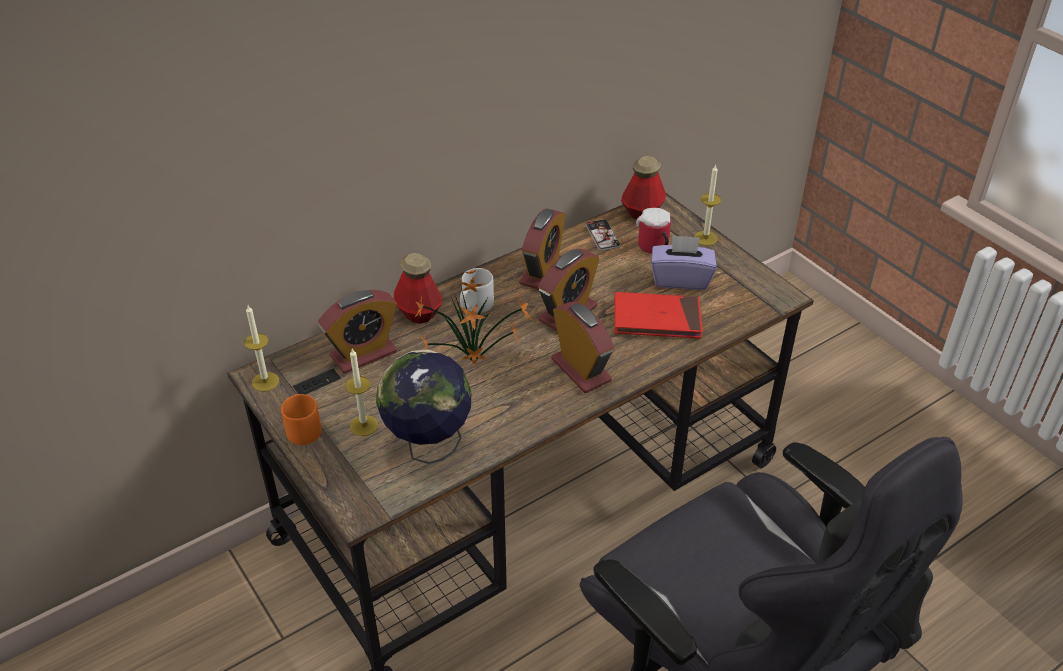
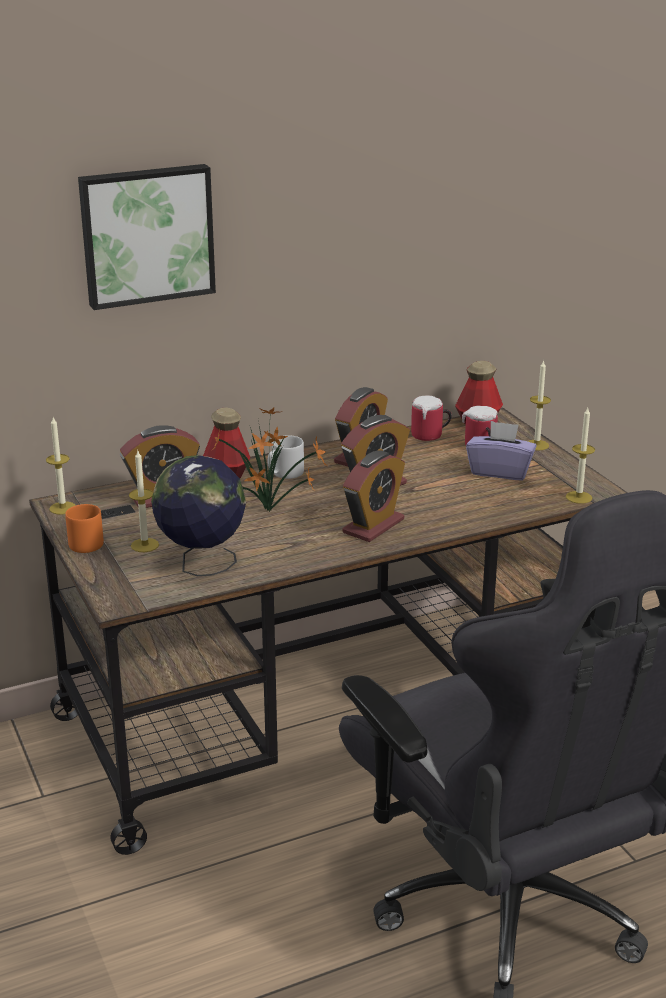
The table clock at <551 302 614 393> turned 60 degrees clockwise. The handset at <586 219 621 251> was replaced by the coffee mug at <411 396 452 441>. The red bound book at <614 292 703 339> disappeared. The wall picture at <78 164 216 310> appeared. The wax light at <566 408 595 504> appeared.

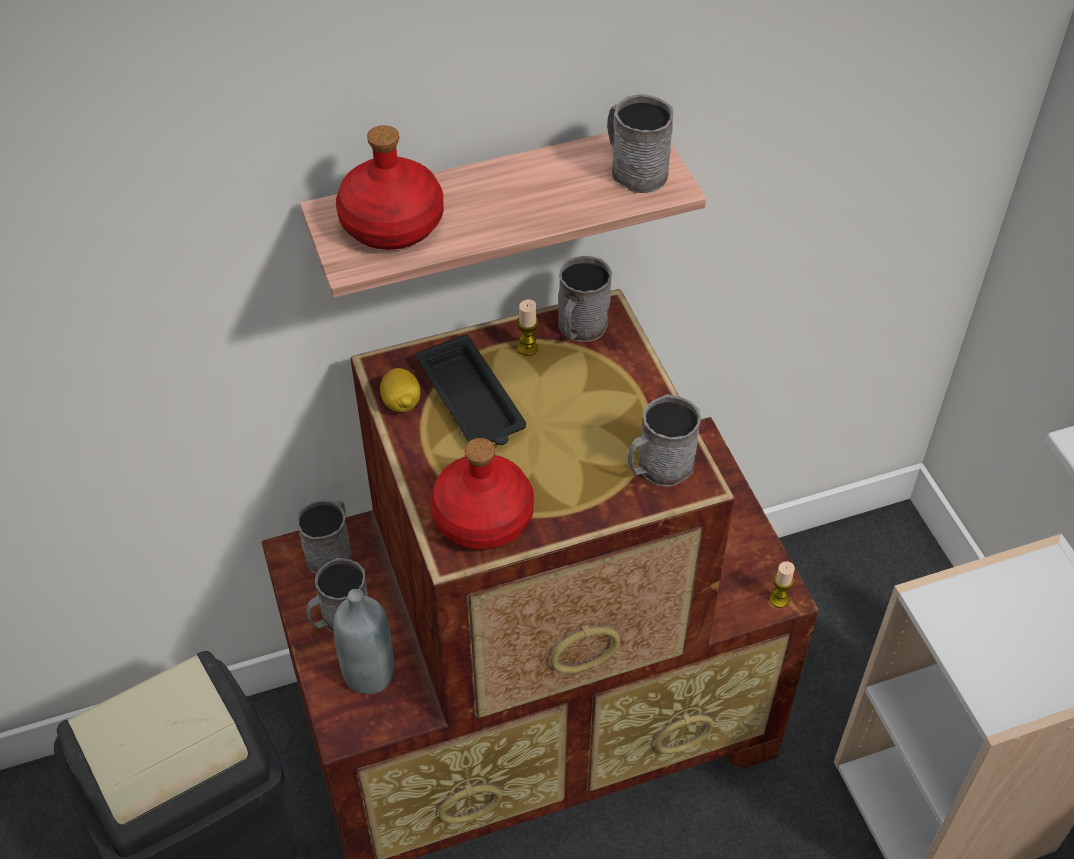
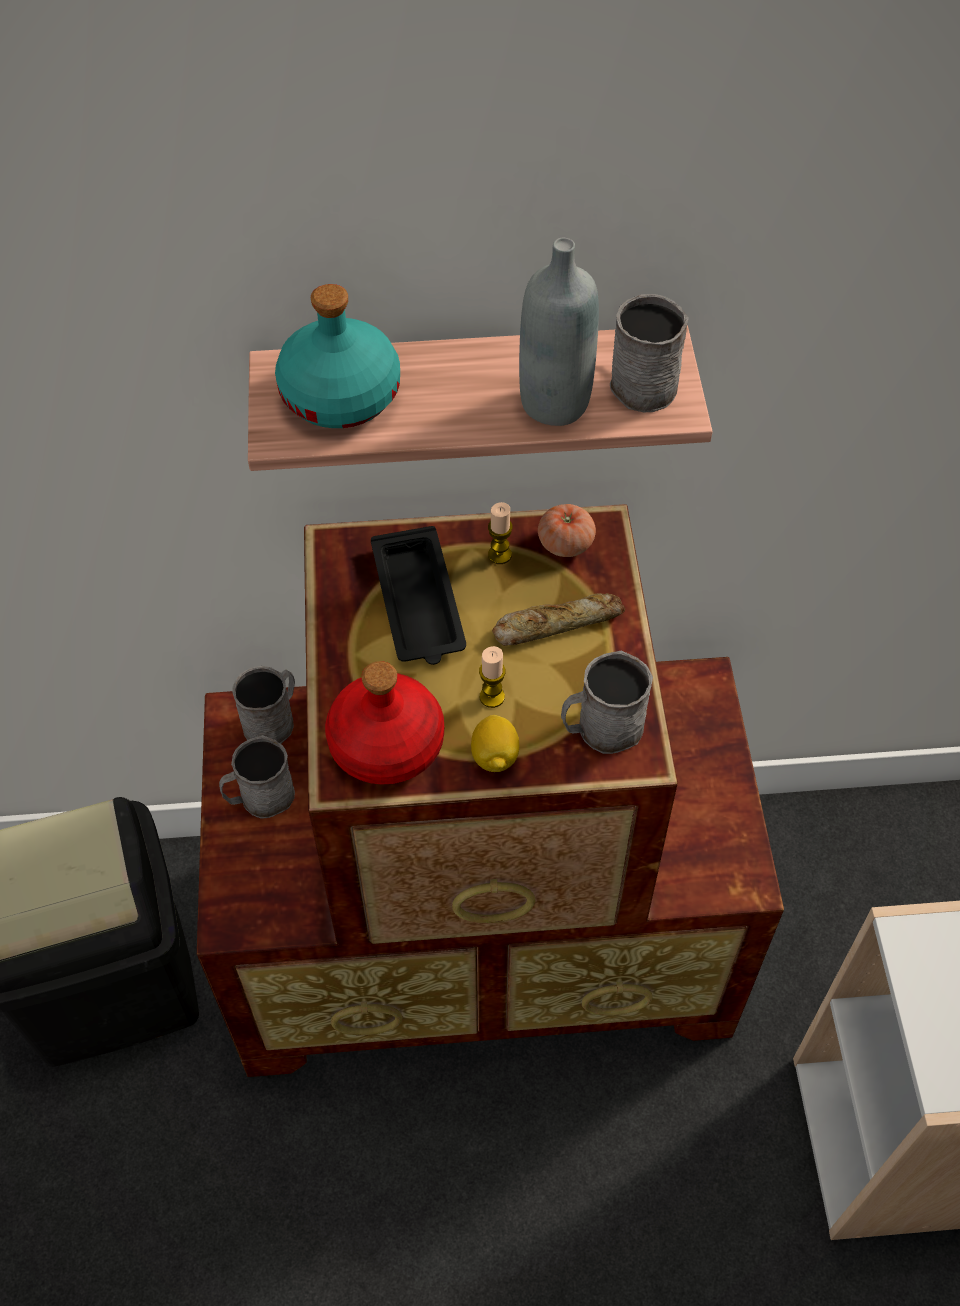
The grey drink bottle moved from <334 589 394 694> to <519 238 599 426>. The red drink bottle at <336 125 443 250> became the turquoise drink bottle at <275 284 400 428>. The lemon moved from <380 368 420 412> to <471 715 519 772>. The grey coffee mug at <558 256 612 342> was replaced by the tomato at <538 504 596 557>. The wax light moved from <770 561 795 608> to <479 646 506 708>. The bakery bread at <492 593 625 646> appeared.

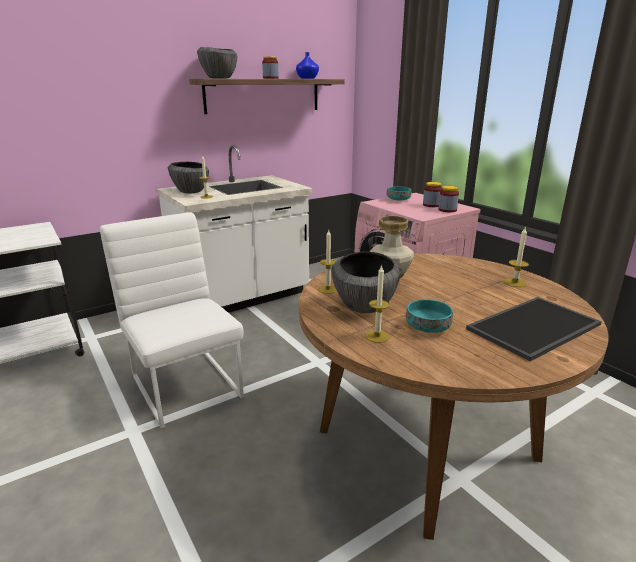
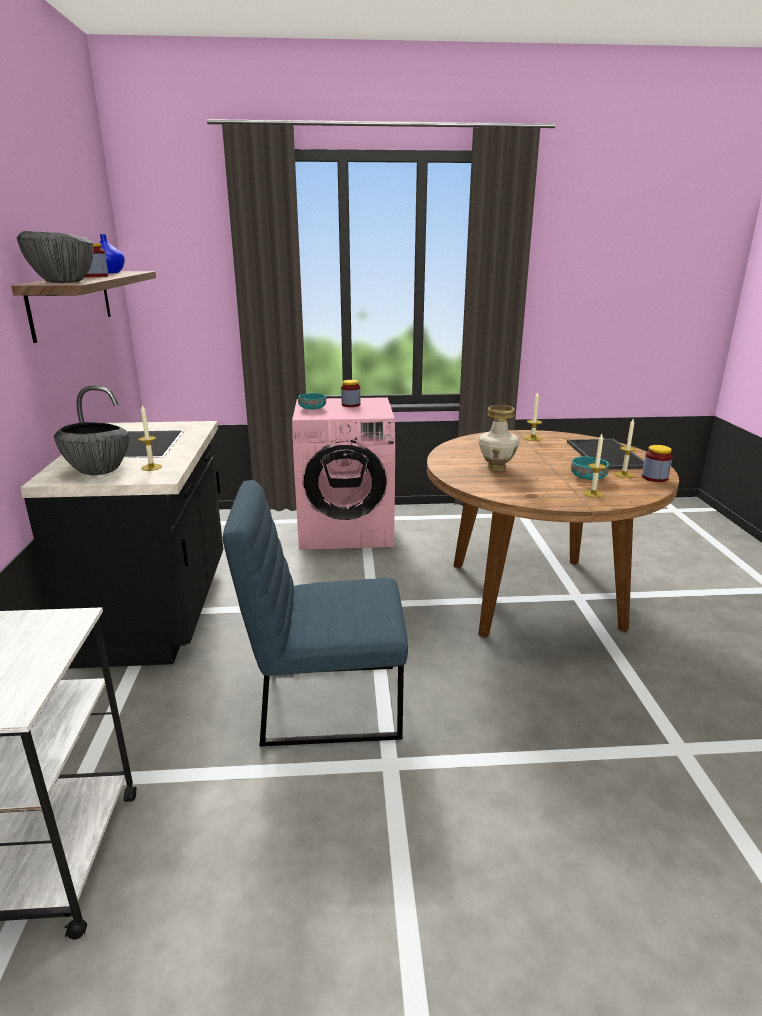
The white upright chair at <100 212 244 428> became the blue-coloured upright chair at <223 480 408 747>. The white counter at <157 145 312 313> became the black counter at <20 385 223 669>. The wax light moved from <318 230 337 294> to <615 419 636 478>. The bowl at <331 251 402 313> disappeared. The storage jar moved from <438 186 459 212> to <642 445 673 482>.

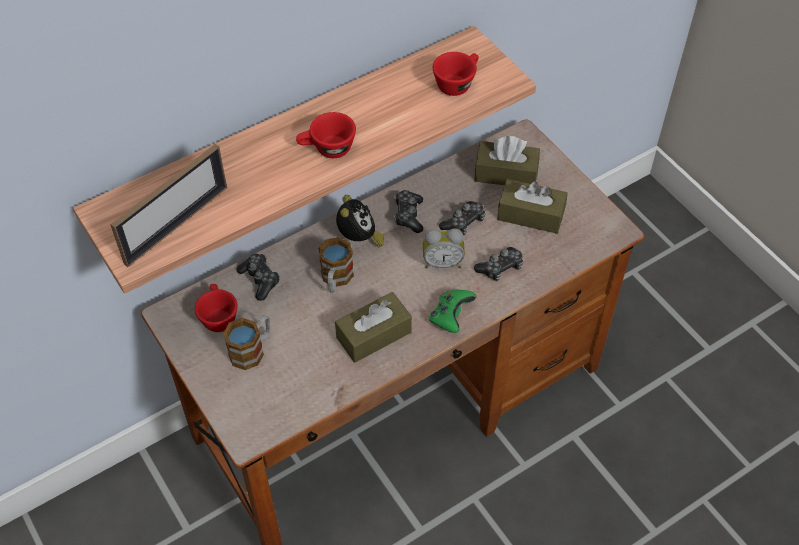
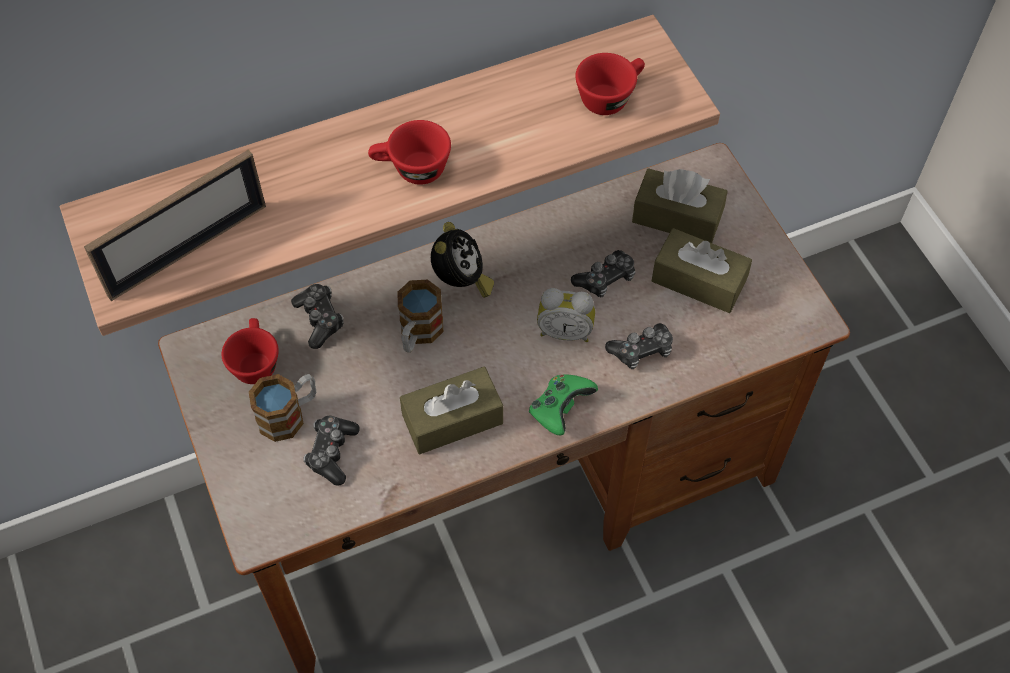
The joypad moved from <394 190 423 233> to <304 416 360 486>.

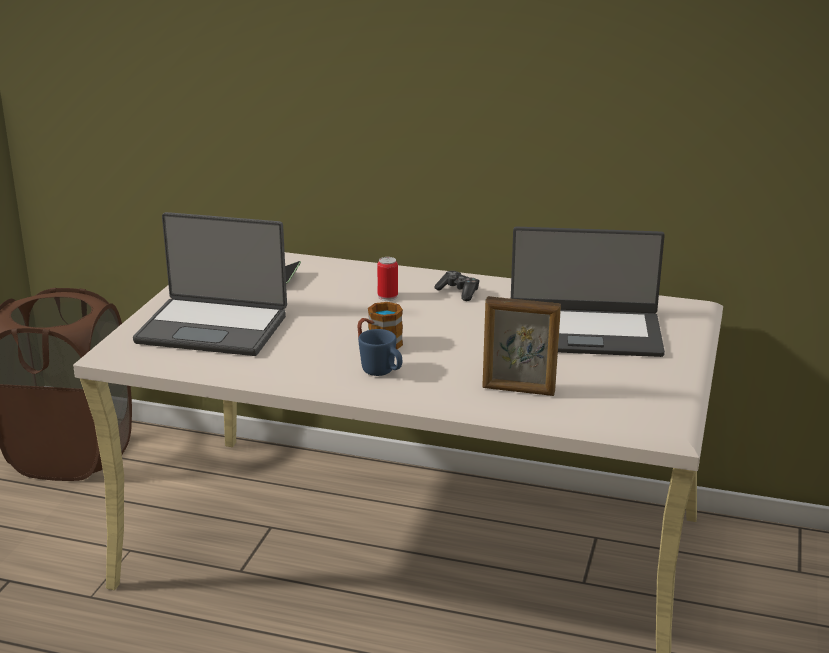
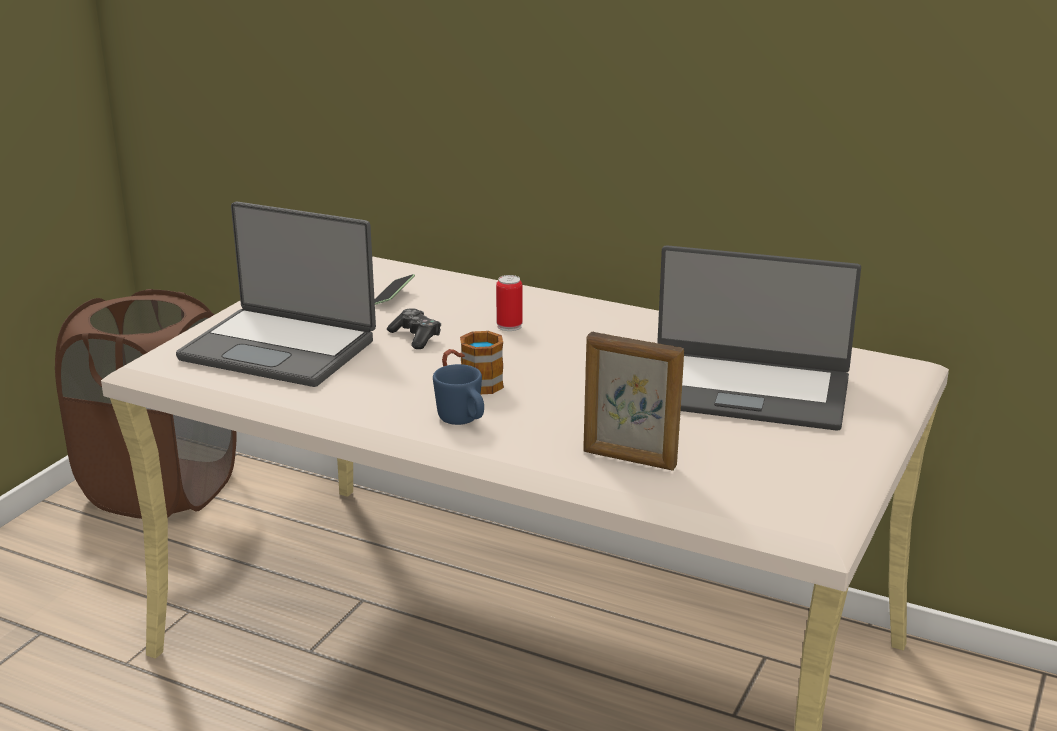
The joypad moved from <434 271 480 301> to <387 308 441 349>.

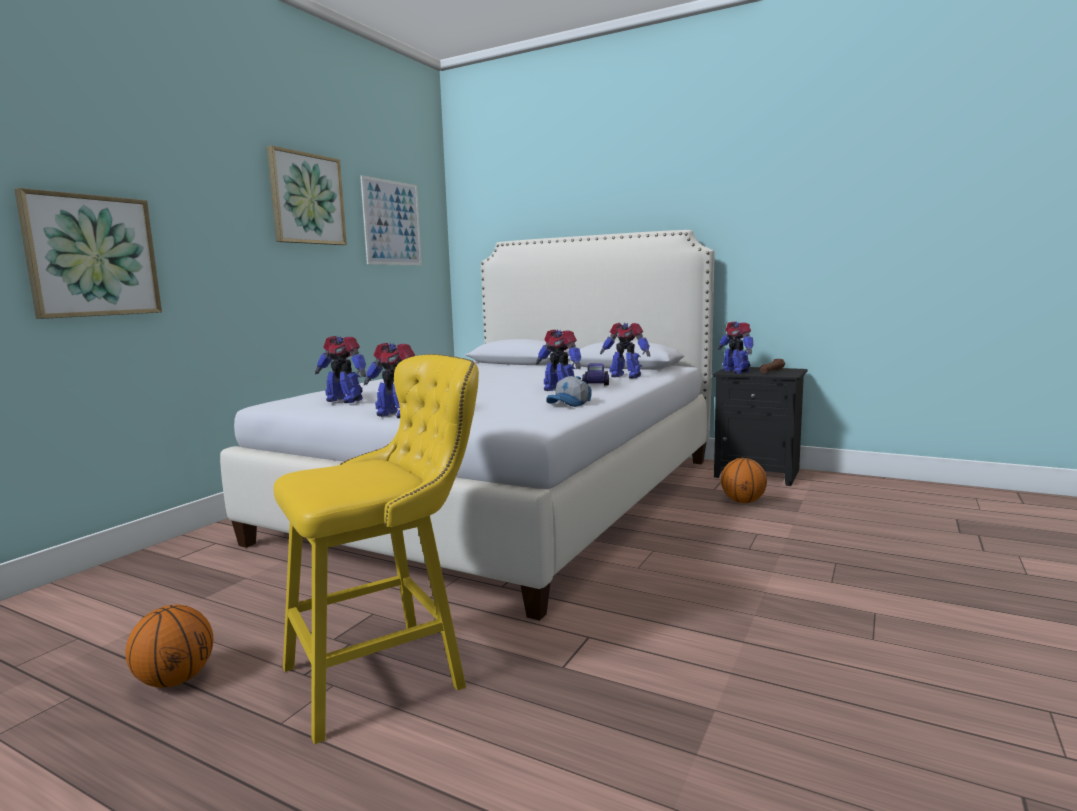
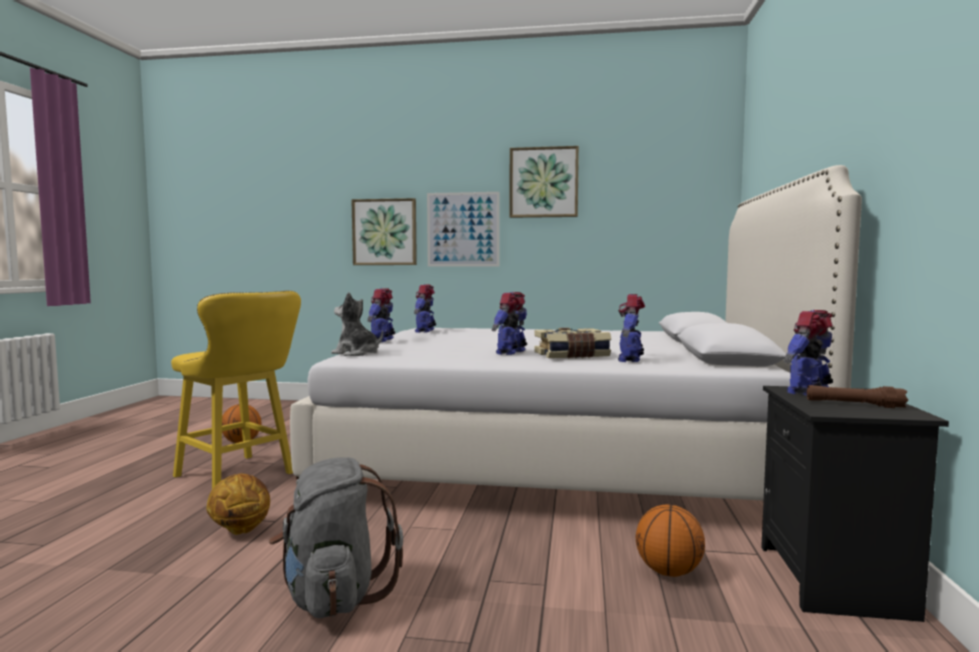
The wall picture moved from <360 175 422 265> to <427 192 500 266>. The baseball cap at <546 376 592 407> disappeared. The toy car at <582 363 609 385> was replaced by the bound book at <534 328 611 359>. The basketball ball at <206 474 270 535> appeared. The grey rucksack at <269 457 403 618> appeared. The cuddly toy at <331 292 383 356> appeared.

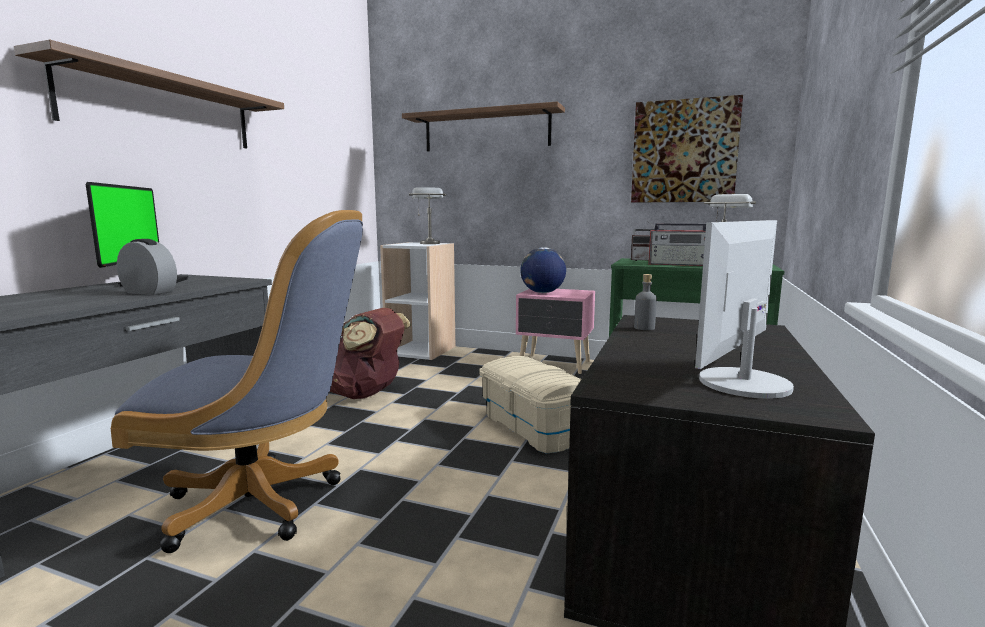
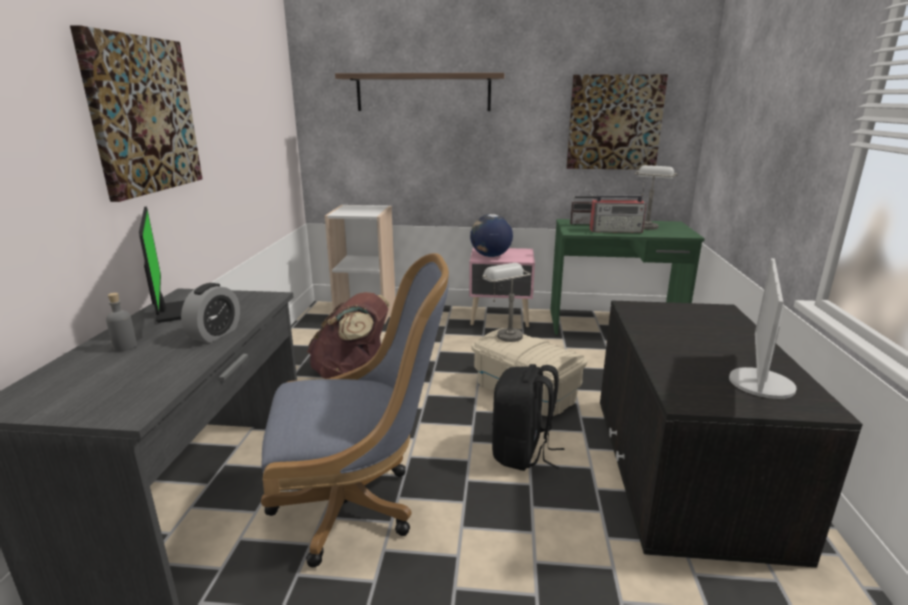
The bracket shelf at <14 40 284 148> was replaced by the wall picture at <70 25 203 202>. The table clock at <117 239 177 295> turned 105 degrees clockwise. The grey lamp for a table moved from <409 187 447 244> to <482 263 531 342>. The grey drink bottle moved from <634 274 657 330> to <106 293 137 351>. The black rucksack at <492 364 565 471> appeared.

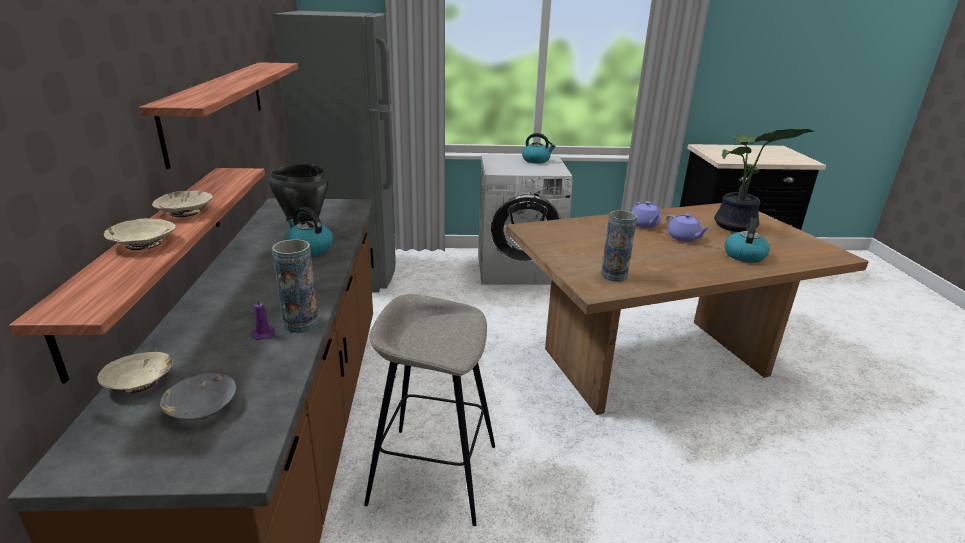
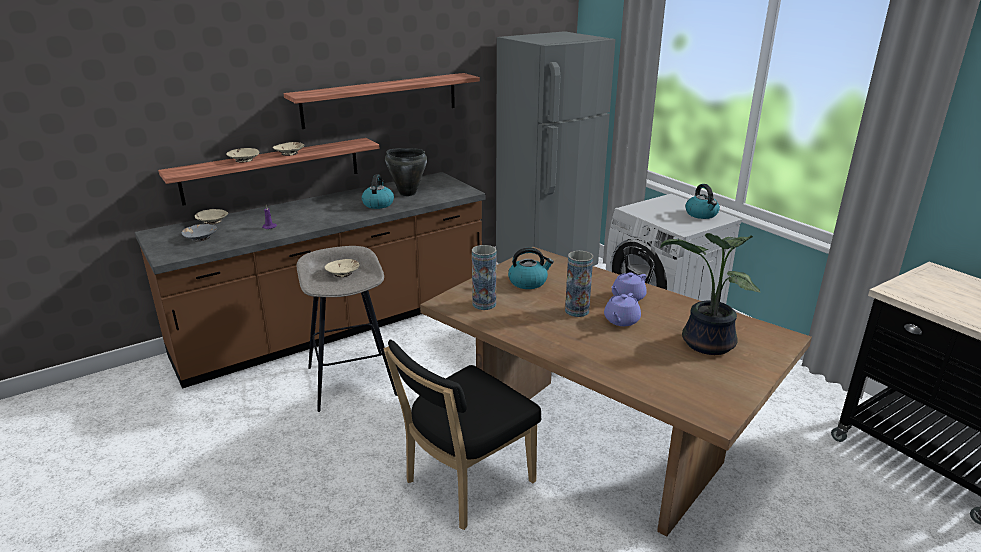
The decorative vase moved from <272 239 319 333> to <565 251 593 317>. The water kettle moved from <725 218 770 263> to <508 247 554 289>. The beige bowl at <325 259 359 277> appeared. The black upright chair at <383 340 542 530> appeared.

